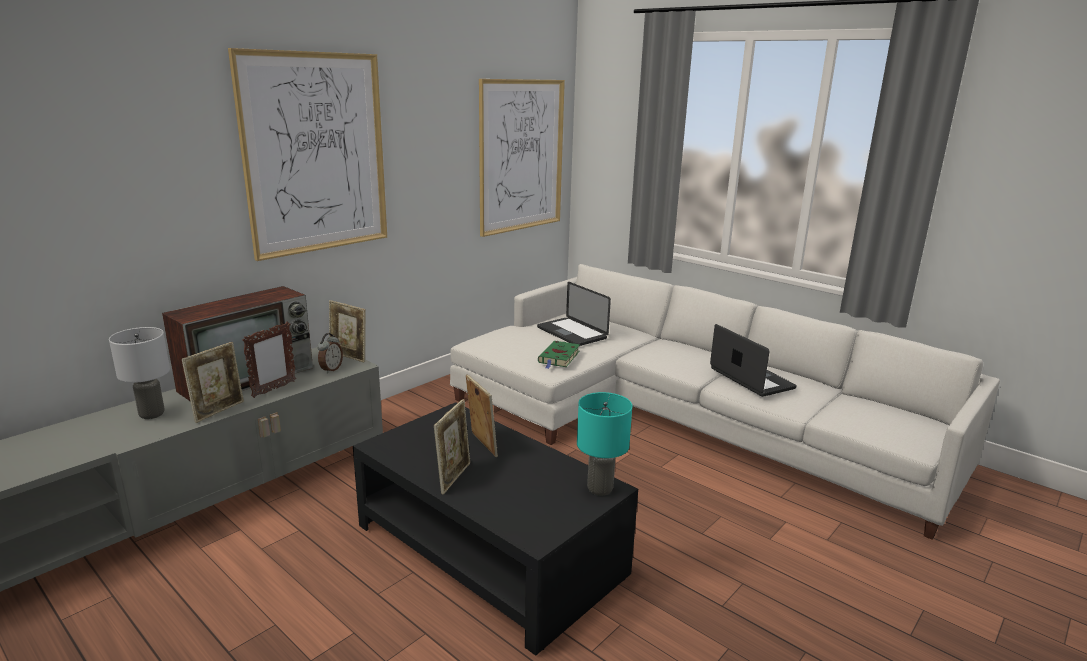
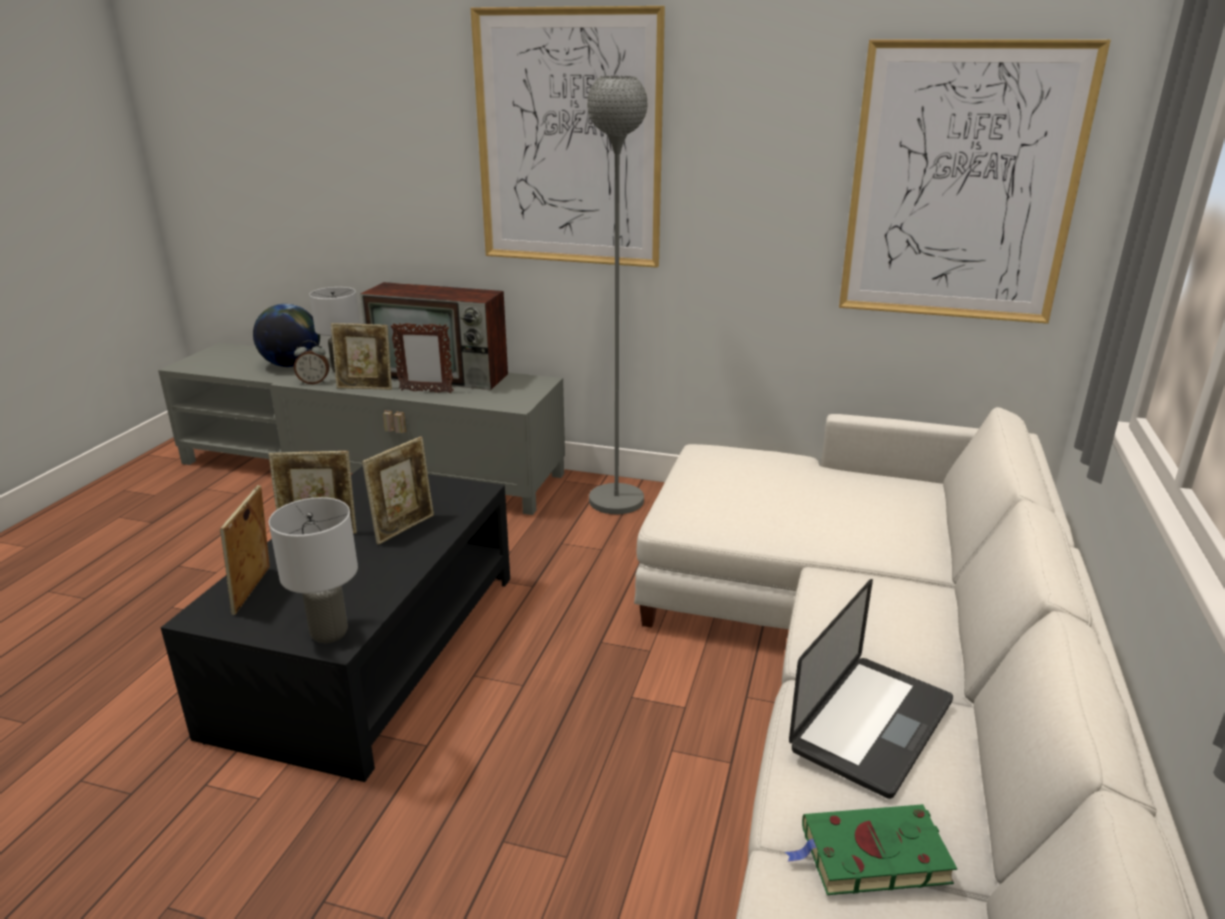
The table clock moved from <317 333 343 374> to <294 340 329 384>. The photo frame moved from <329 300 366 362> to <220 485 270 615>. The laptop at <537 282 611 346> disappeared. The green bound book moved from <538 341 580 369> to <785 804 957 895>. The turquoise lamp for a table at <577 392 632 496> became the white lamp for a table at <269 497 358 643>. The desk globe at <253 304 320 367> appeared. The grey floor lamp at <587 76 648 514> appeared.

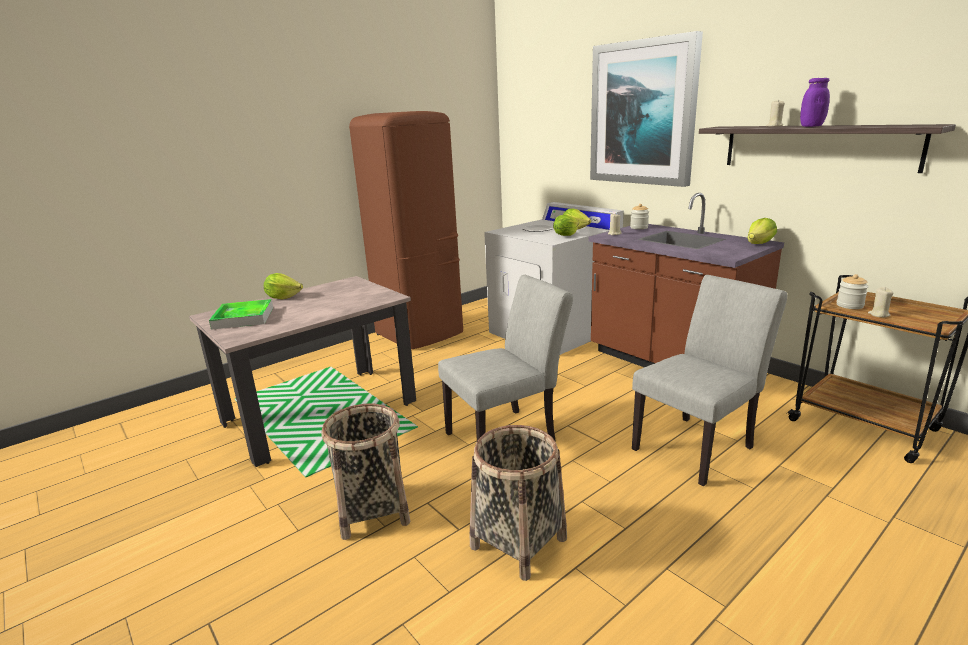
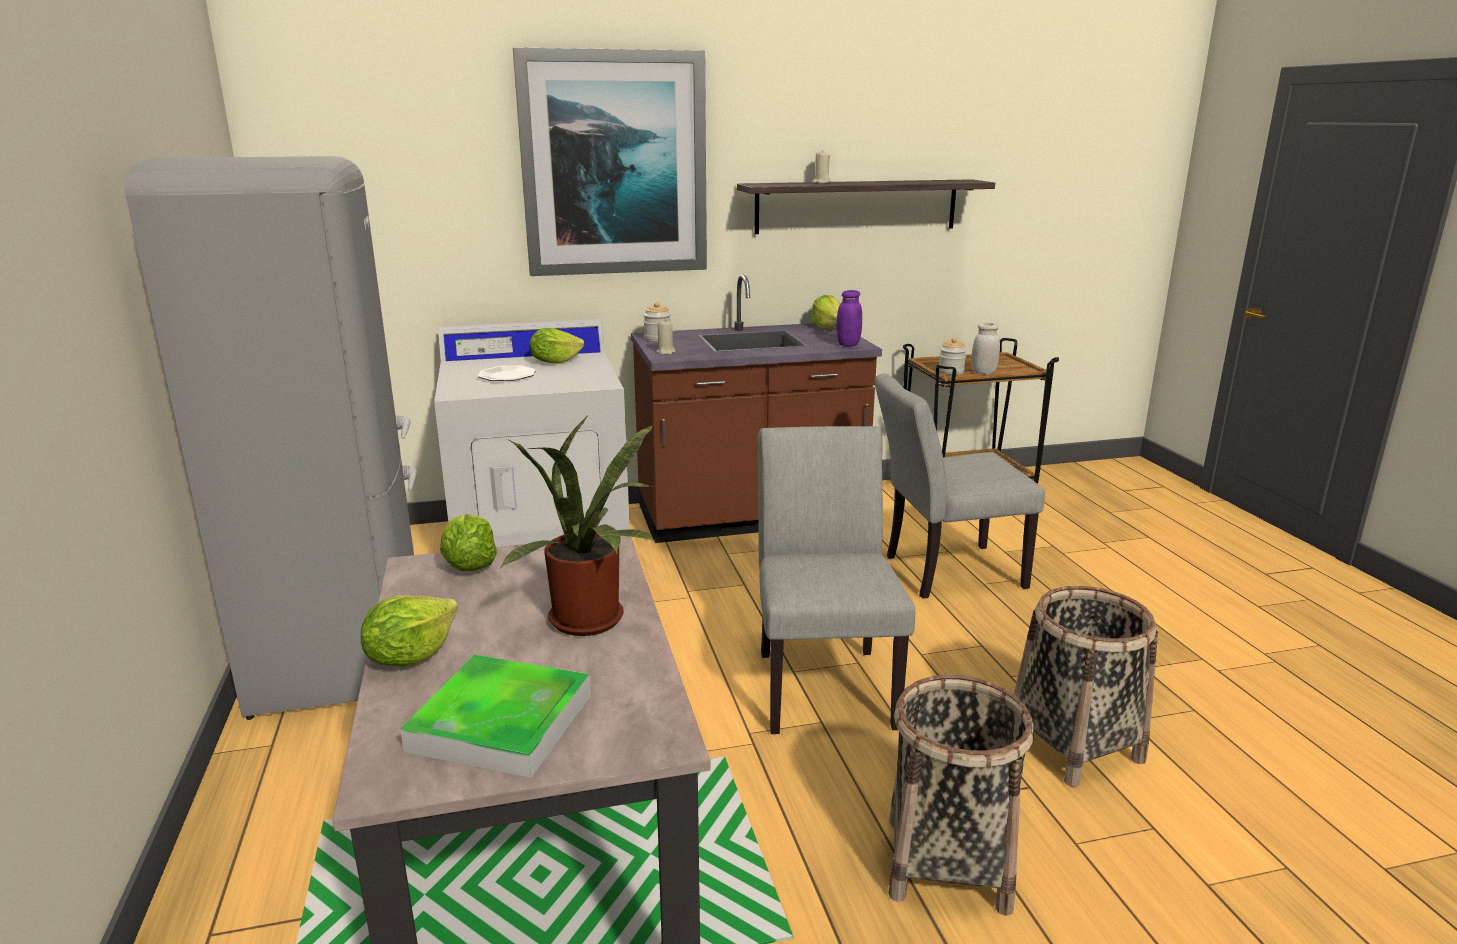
The brown kitchen fridge at <349 111 463 349> became the grey kitchen fridge at <124 156 417 720>. The lettuce moved from <553 215 579 236> to <440 514 497 571>. The grey upright chair at <632 275 787 487> turned 90 degrees counterclockwise. The purplish storage jar moved from <800 78 830 127> to <836 290 862 346>. The beige wax light at <868 287 894 318> was replaced by the white storage jar at <971 323 1000 374>. The plant in a pot at <500 413 655 636> appeared.

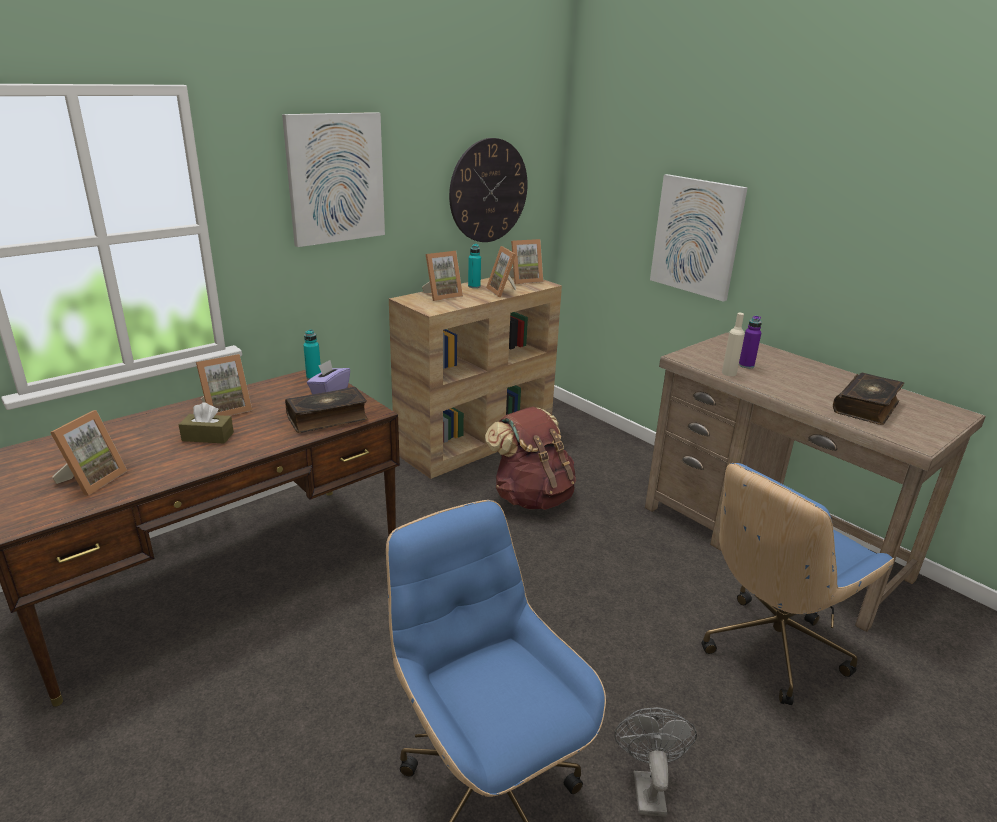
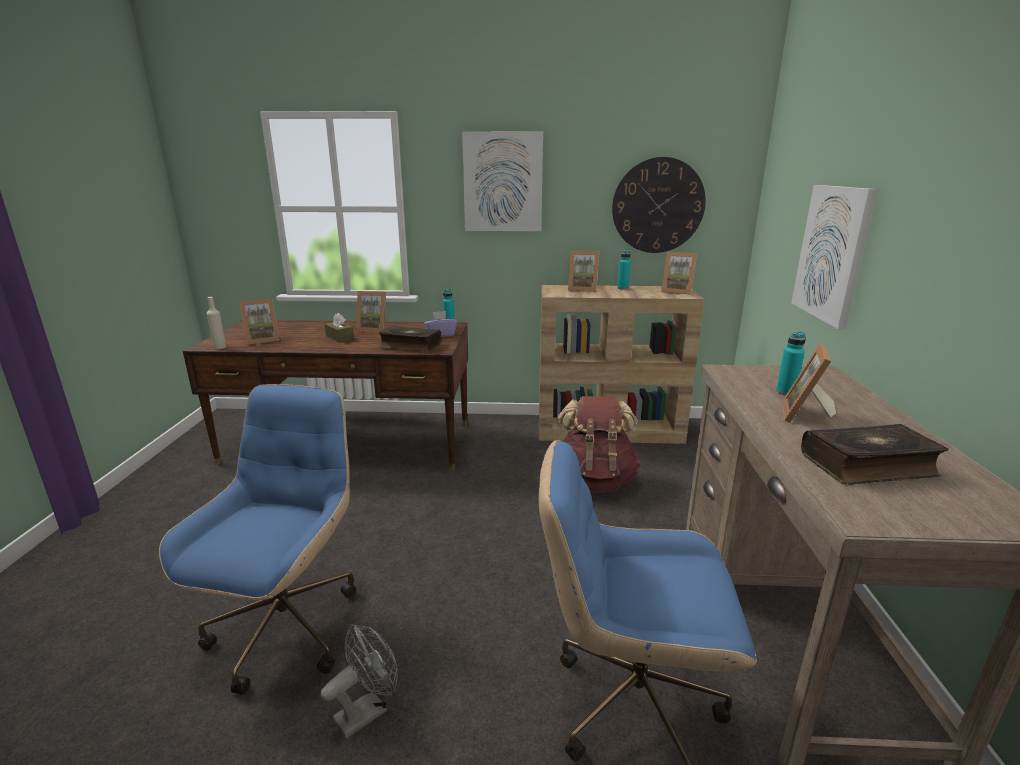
The photo frame moved from <486 246 516 297> to <782 344 836 423>. The beige drink bottle moved from <722 313 745 376> to <207 297 226 349>. The purplish drink bottle at <739 316 762 368> became the turquoise drink bottle at <776 332 806 395>.

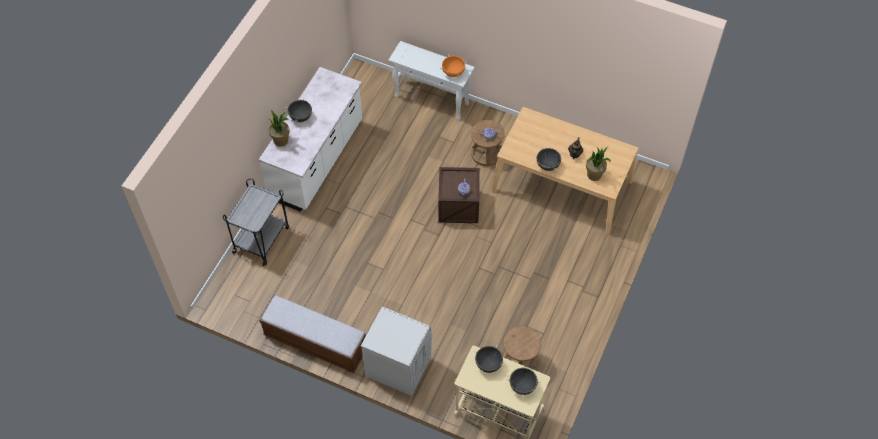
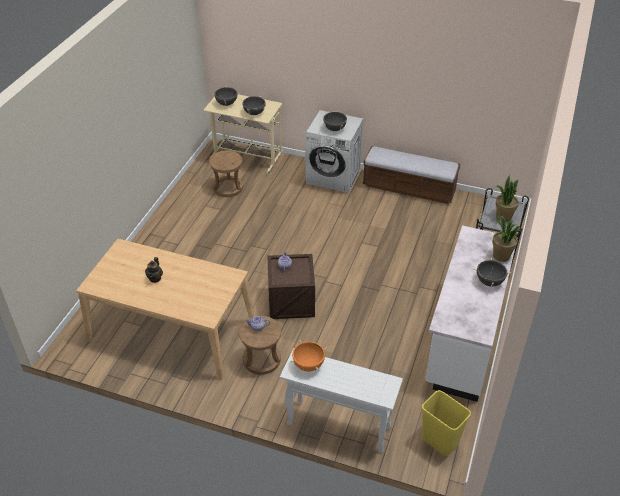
The black stockpot moved from <535 147 563 171> to <322 112 348 131>. The plant in a pot moved from <586 147 611 181> to <496 175 519 222>. The yellow-coloured waste bin at <422 390 471 456> appeared.

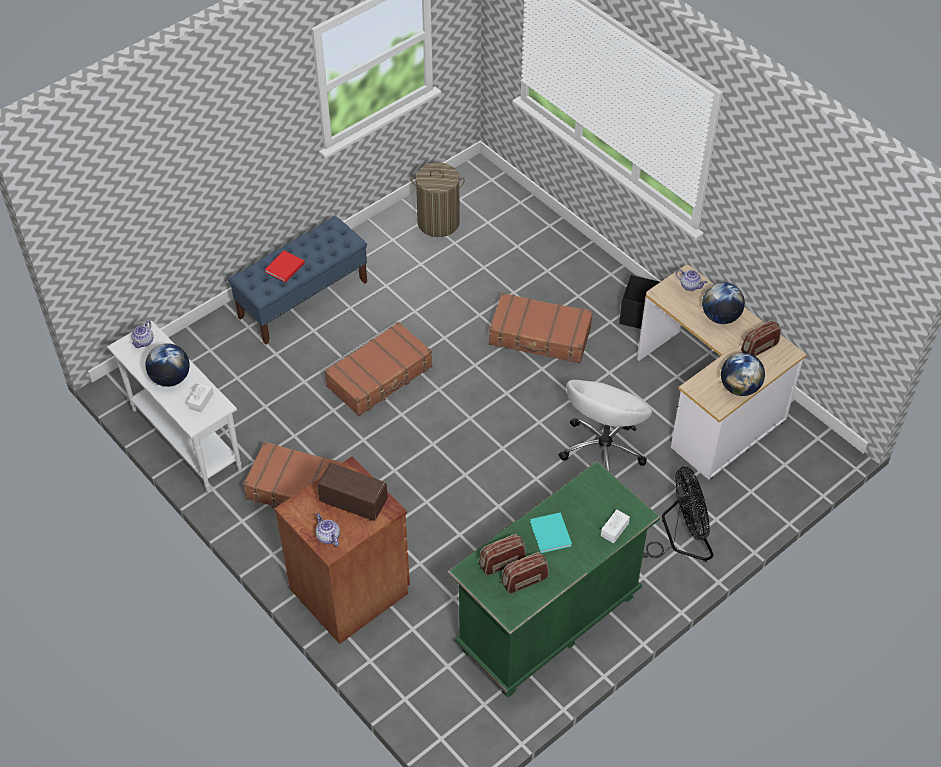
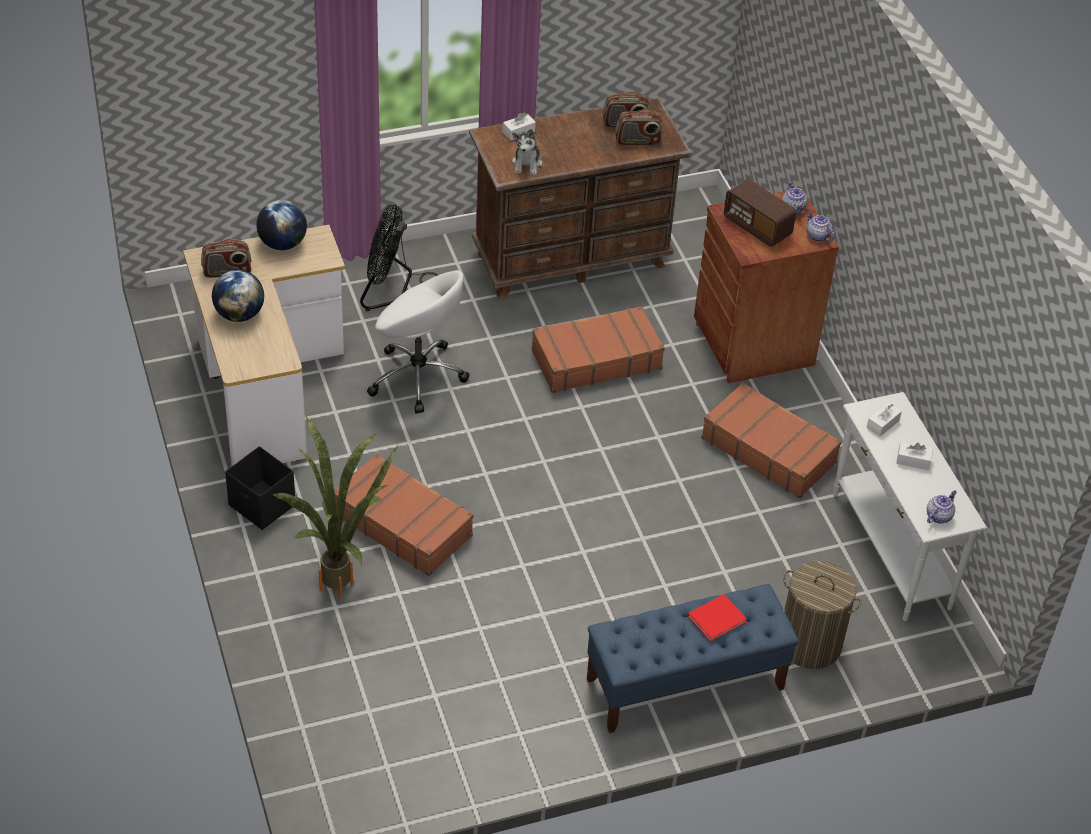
The desk globe at <145 343 190 387> was replaced by the white tissue holder at <896 442 933 470>. The brown travel case moved from <324 322 432 416> to <532 306 665 393>. The laundry basket moved from <411 162 465 237> to <783 560 861 669>. The green dresser at <448 461 660 698> became the brown dresser at <469 98 691 299>. The turquoise bound book at <530 512 572 553> disappeared. The white office chair at <559 380 652 472> turned 75 degrees clockwise. The pot for tea moved from <676 269 707 291> to <806 210 835 242>. The plant in a pot at <273 417 399 600> appeared. The cuddly toy at <512 129 542 175> appeared.

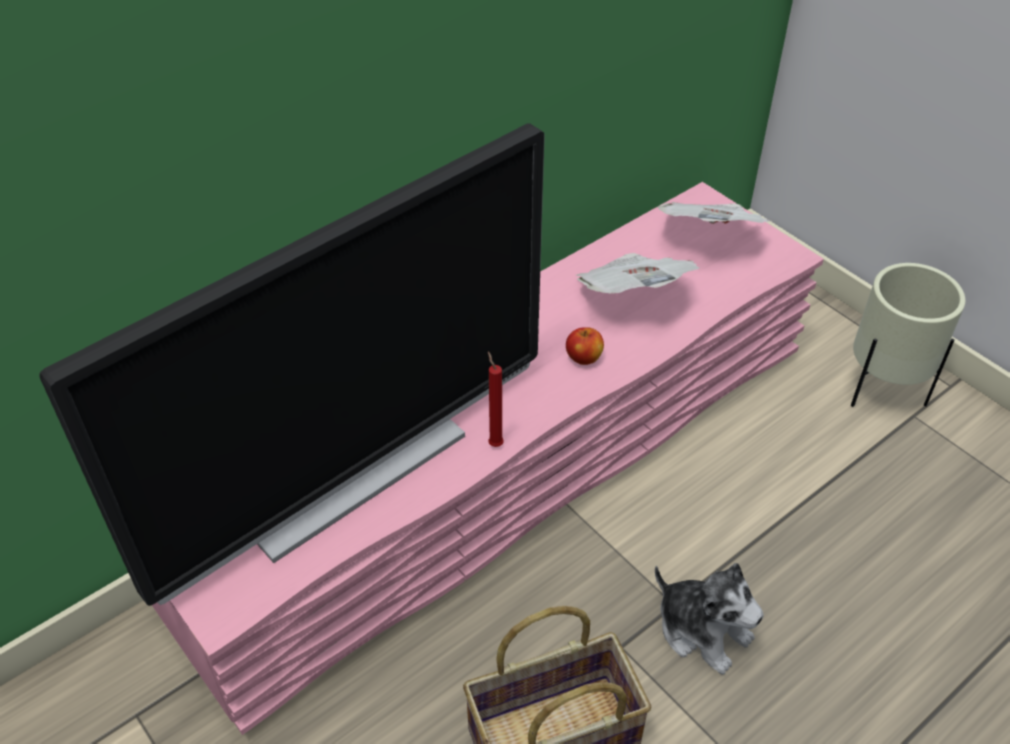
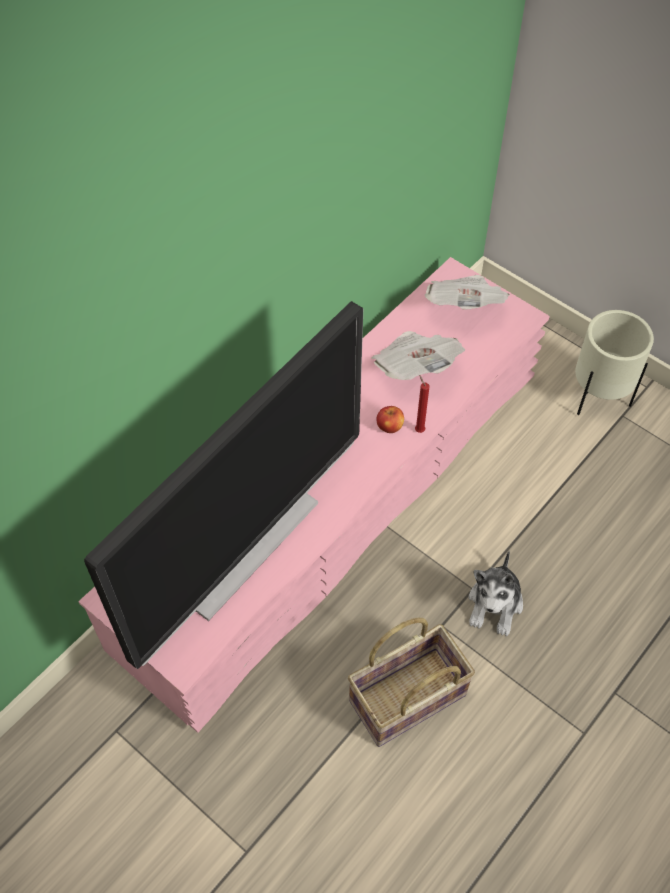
The red wax light moved from <488 352 504 447> to <415 375 430 433>. The cuddly toy at <655 563 764 675> turned 75 degrees clockwise.

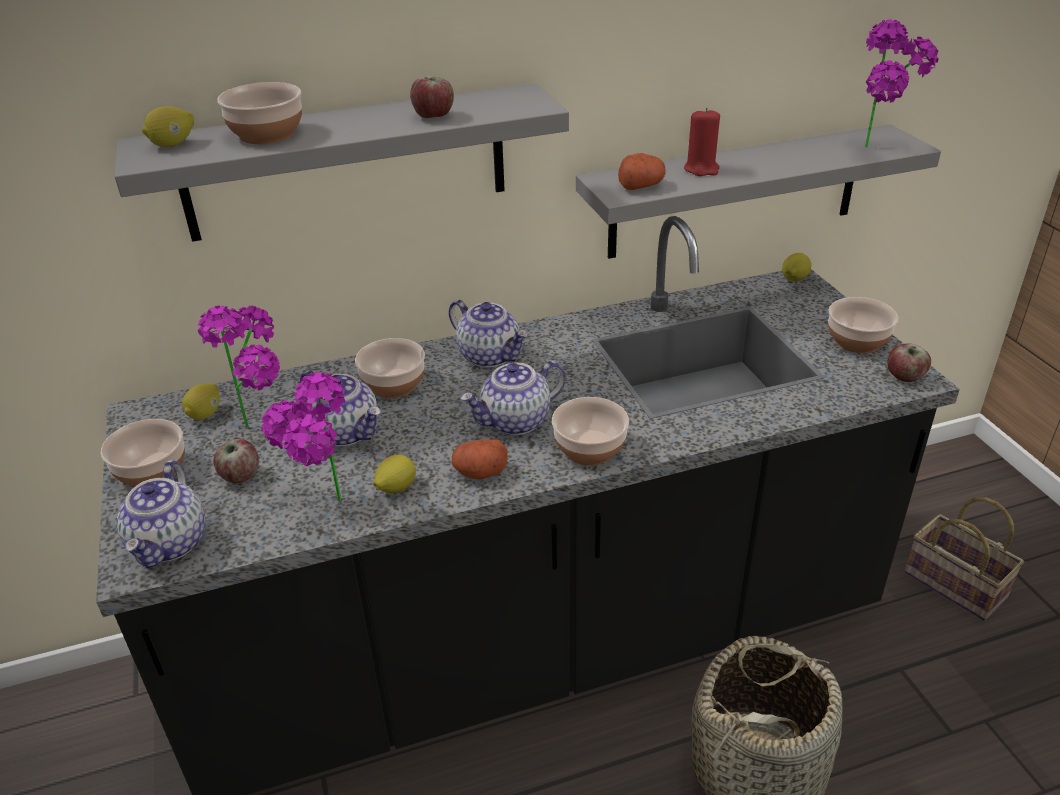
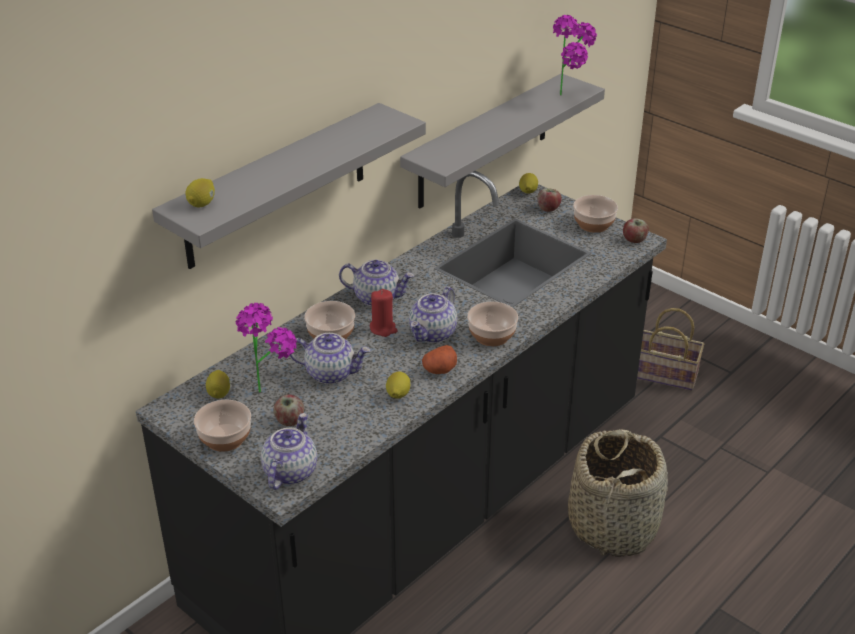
The pot for tea at <117 460 206 568> turned 135 degrees counterclockwise. The bowl at <217 82 302 144> disappeared. The plant in a pot at <261 372 345 502> disappeared. The whole apple moved from <410 76 454 118> to <537 188 561 212>. The whole potato at <618 153 665 190> disappeared. The red wax light moved from <684 108 720 176> to <370 289 398 337>.

